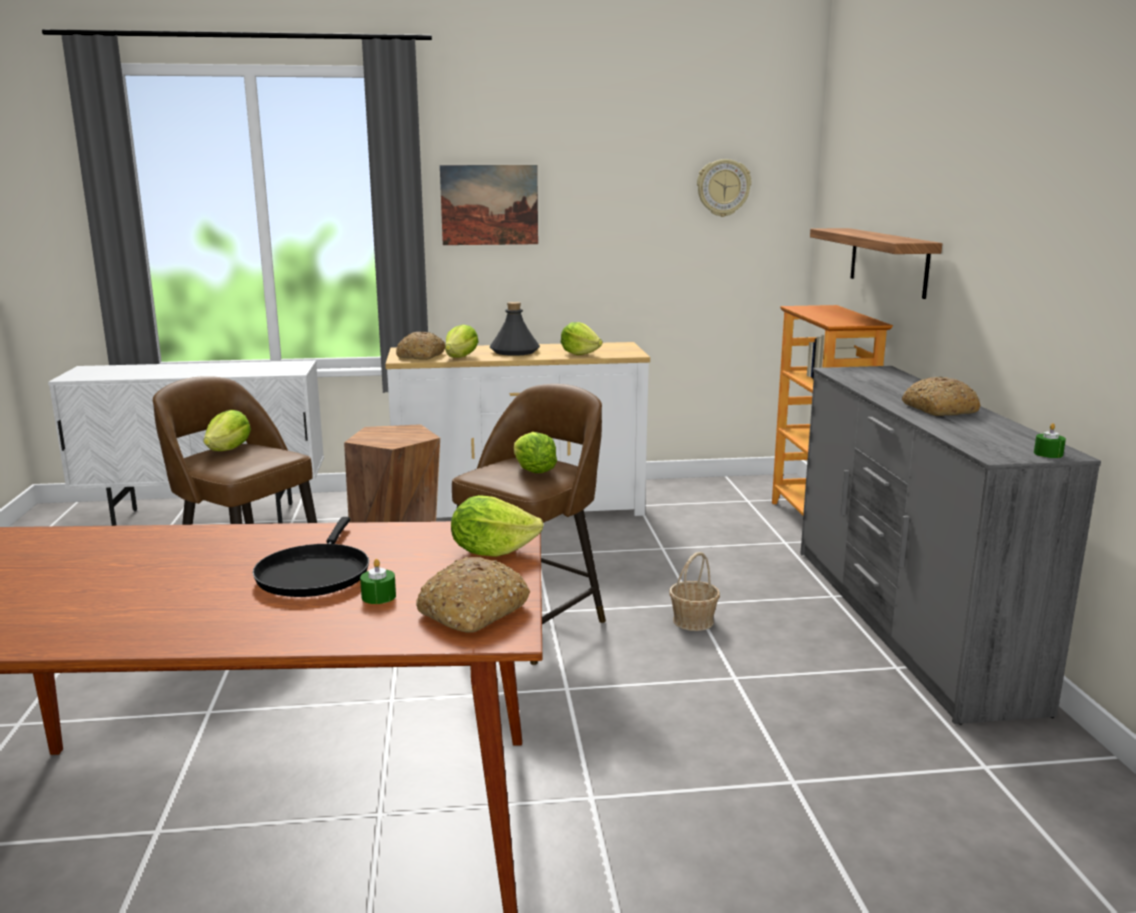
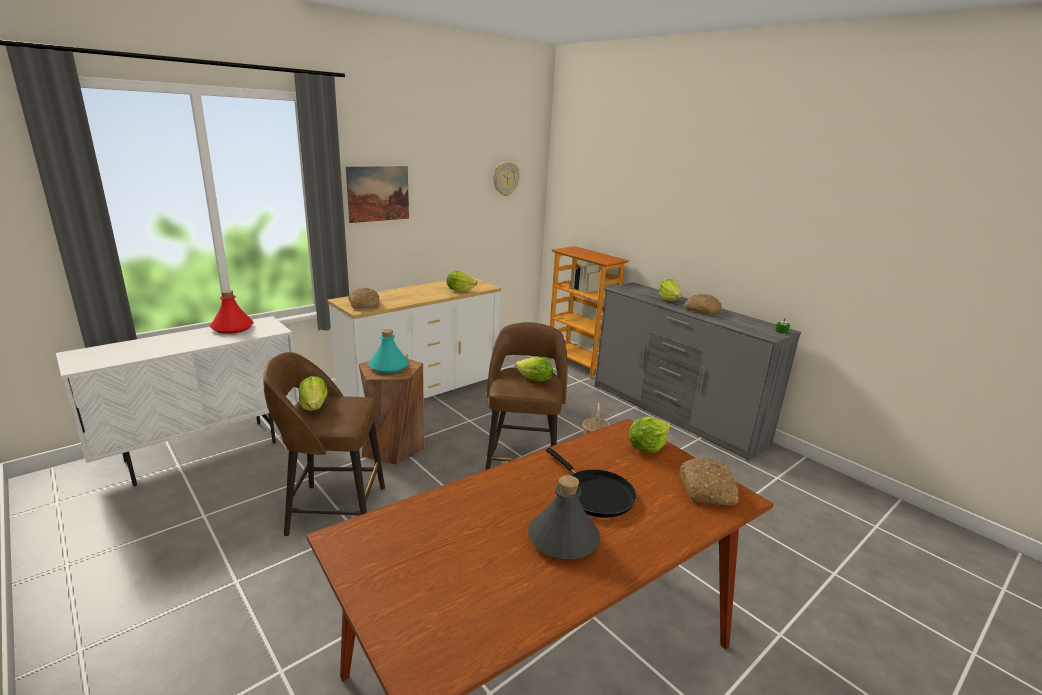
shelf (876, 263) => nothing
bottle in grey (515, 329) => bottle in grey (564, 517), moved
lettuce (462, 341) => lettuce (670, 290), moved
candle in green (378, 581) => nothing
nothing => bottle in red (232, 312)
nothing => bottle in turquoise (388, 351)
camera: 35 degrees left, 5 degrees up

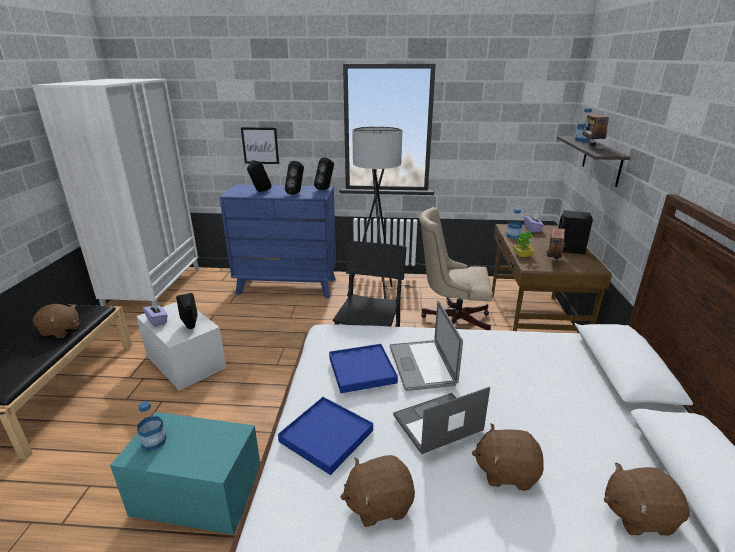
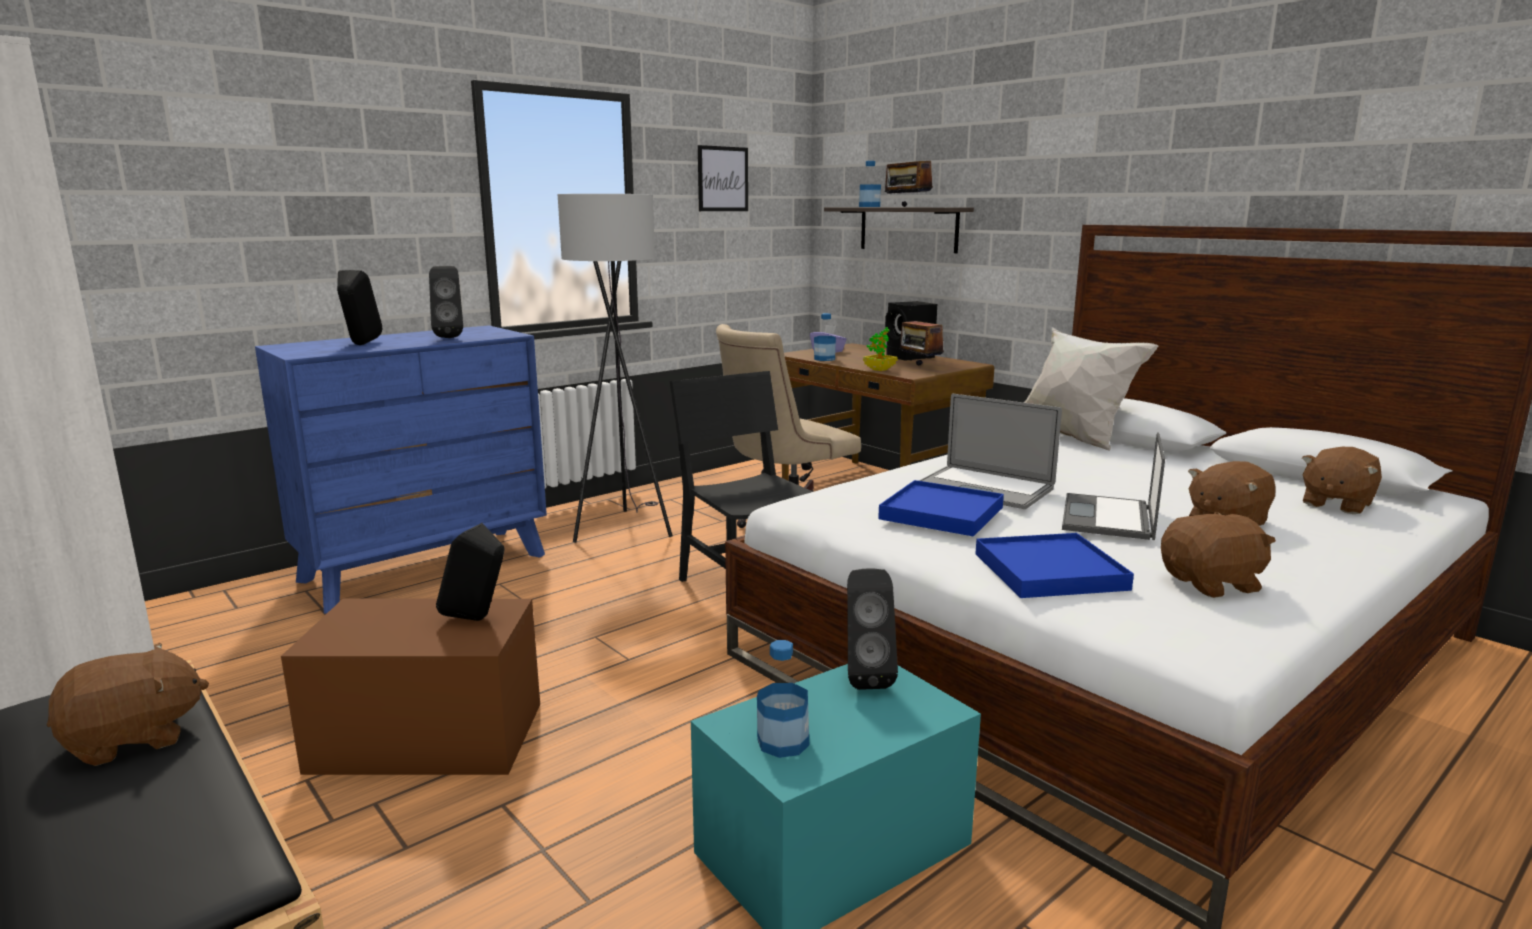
picture (260, 145) => picture (723, 178), moved
speaker in black (324, 173) => speaker in black (872, 629), moved
storage box in white (181, 346) => storage box in brown (410, 687)
tissue box in purple (155, 315) => nothing
plush toy in brown (377, 491) => plush toy in brown (1218, 554), 135 degrees counterclockwise
nothing => pillow in white (1091, 389)
camera: 45 degrees left, 10 degrees down

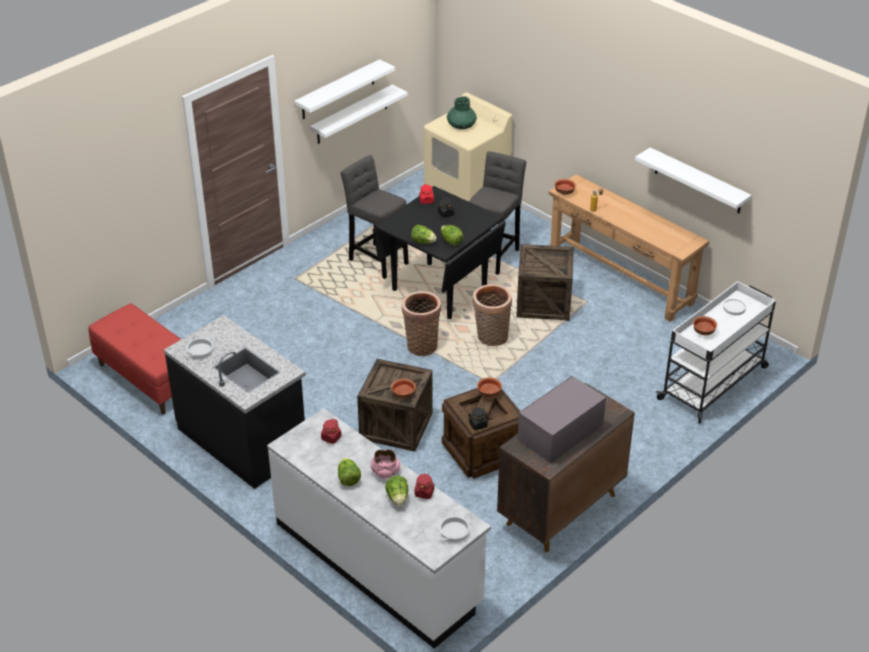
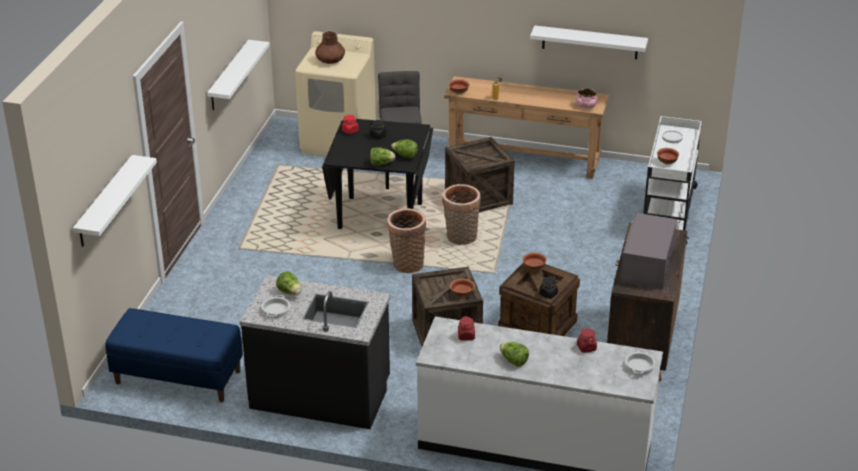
shelf in white (344, 89) => shelf in white (115, 201), moved
vase in green (462, 112) => vase in brown (330, 47)
stool in grey (375, 217) => nothing
bench in red (134, 359) => bench in blue (174, 355)
bowl in pink (385, 463) => bowl in pink (587, 98), moved
lettuce (397, 491) => lettuce (288, 283), moved
camera: 30 degrees left, 5 degrees down

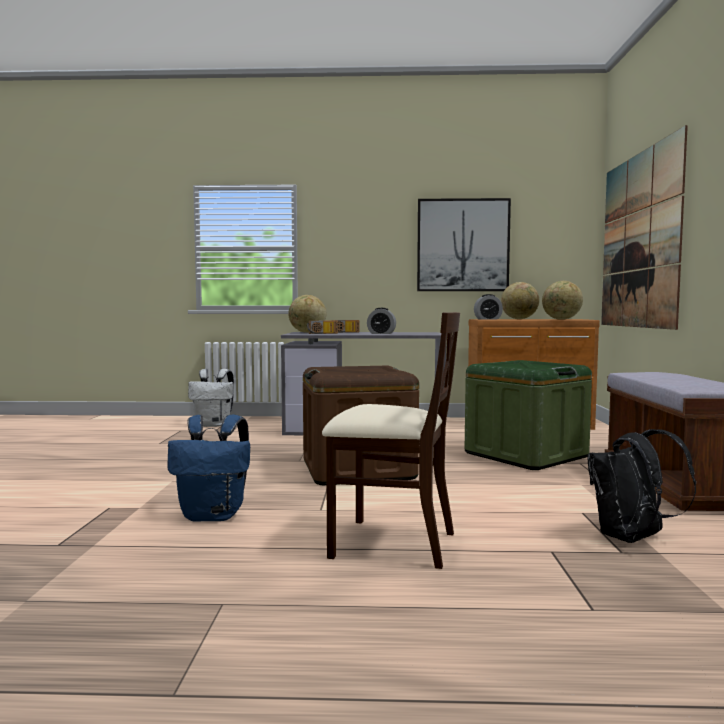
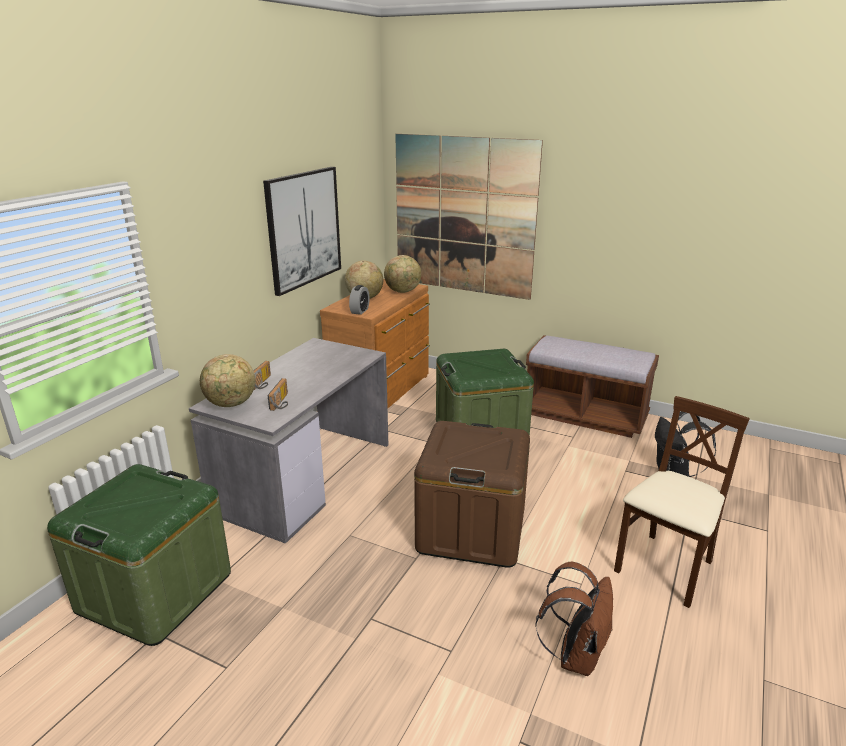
alarm clock (381, 321) => nothing
backpack in white (211, 398) => storage box in green (139, 555)
backpack in blue (209, 468) => backpack in brown (574, 619)
camera: 65 degrees left, 20 degrees up

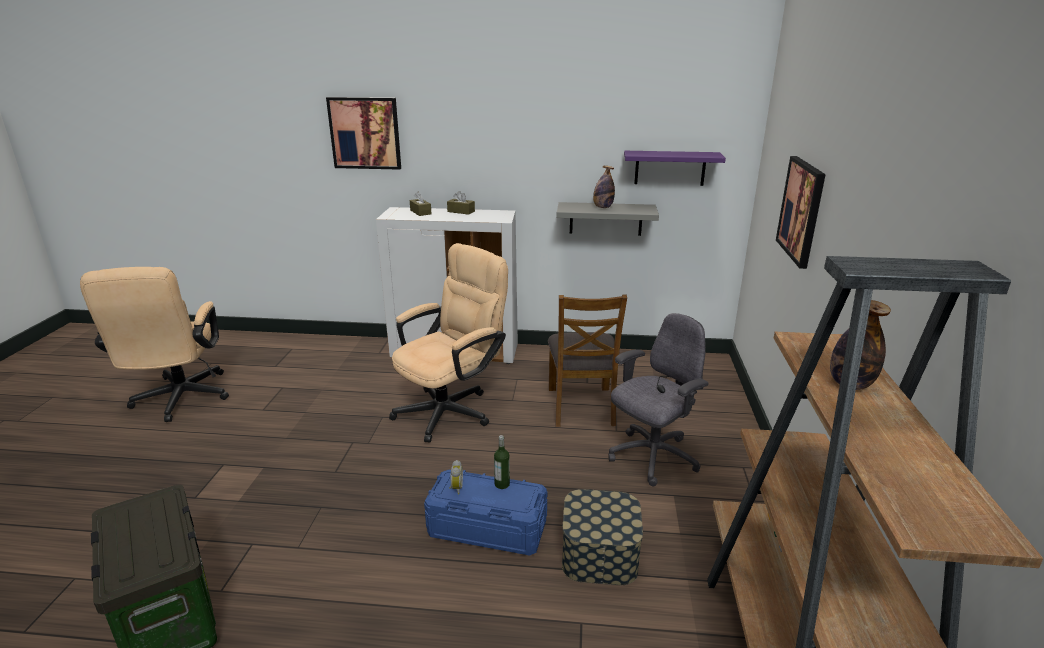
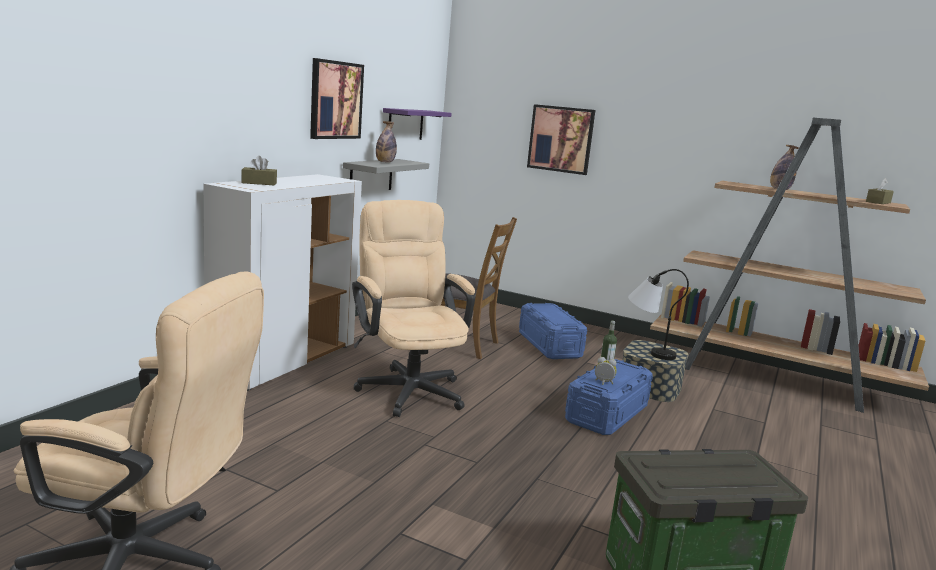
picture (363, 133) => picture (337, 98), moved
tissue box in brown (461, 203) => tissue box in brown (880, 191), moved
office chair in grey (658, 399) => storage box in blue (553, 331)
nothing => table lamp (658, 314)
camera: 70 degrees left, 10 degrees down

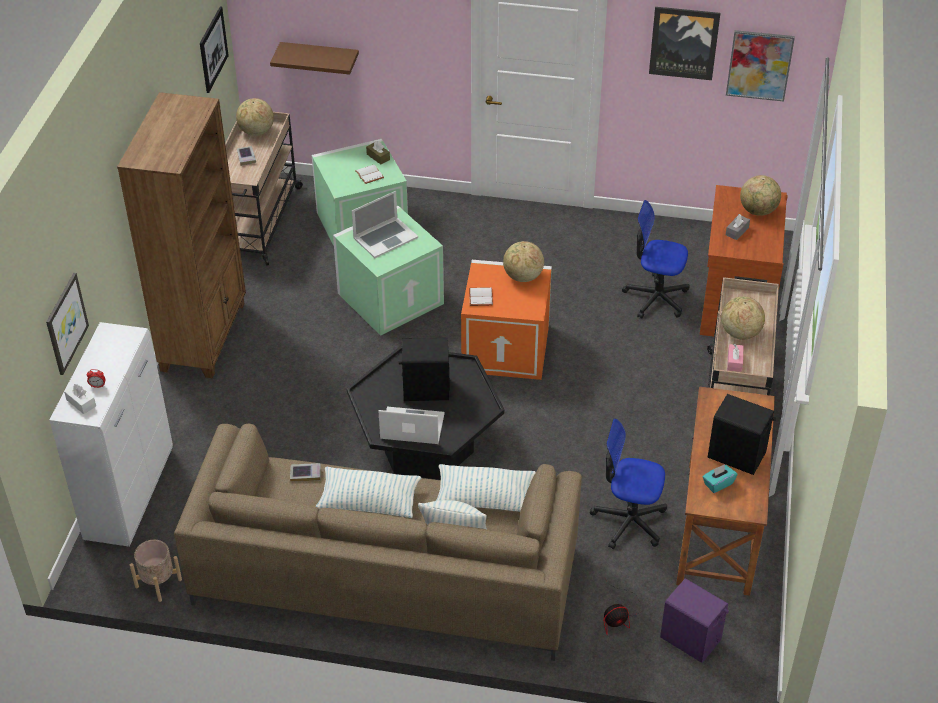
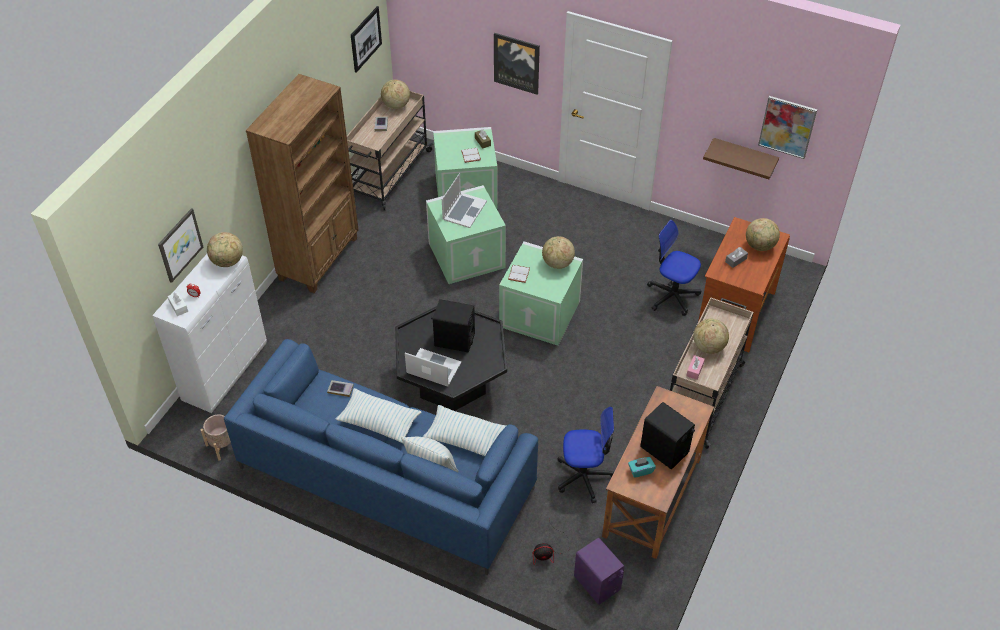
picture (684, 43) => picture (517, 64), moved
shelf in brown (314, 58) => shelf in brown (741, 158), moved
laptop (385, 224) => laptop (464, 200), 45 degrees counterclockwise
storage box in orange (506, 320) => storage box in green (541, 294)
office chair (628, 483) => office chair (586, 455), 150 degrees clockwise
sofa in brown (378, 542) => sofa in blue (381, 457)
nothing => globe (225, 249)
camera: 15 degrees right, 5 degrees up

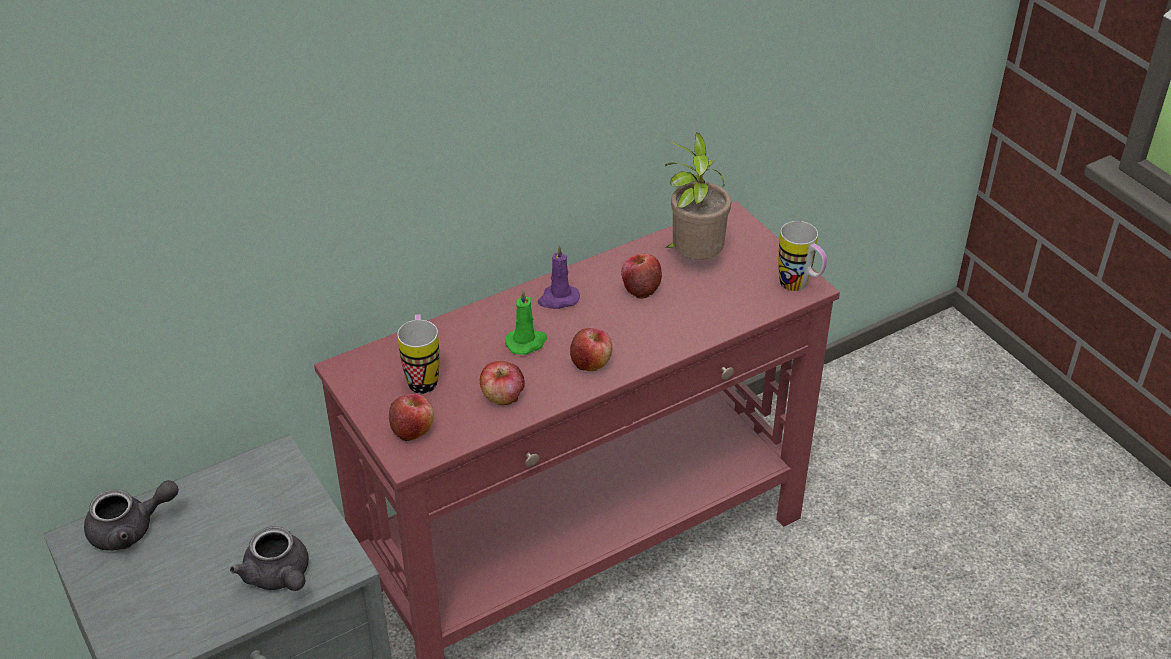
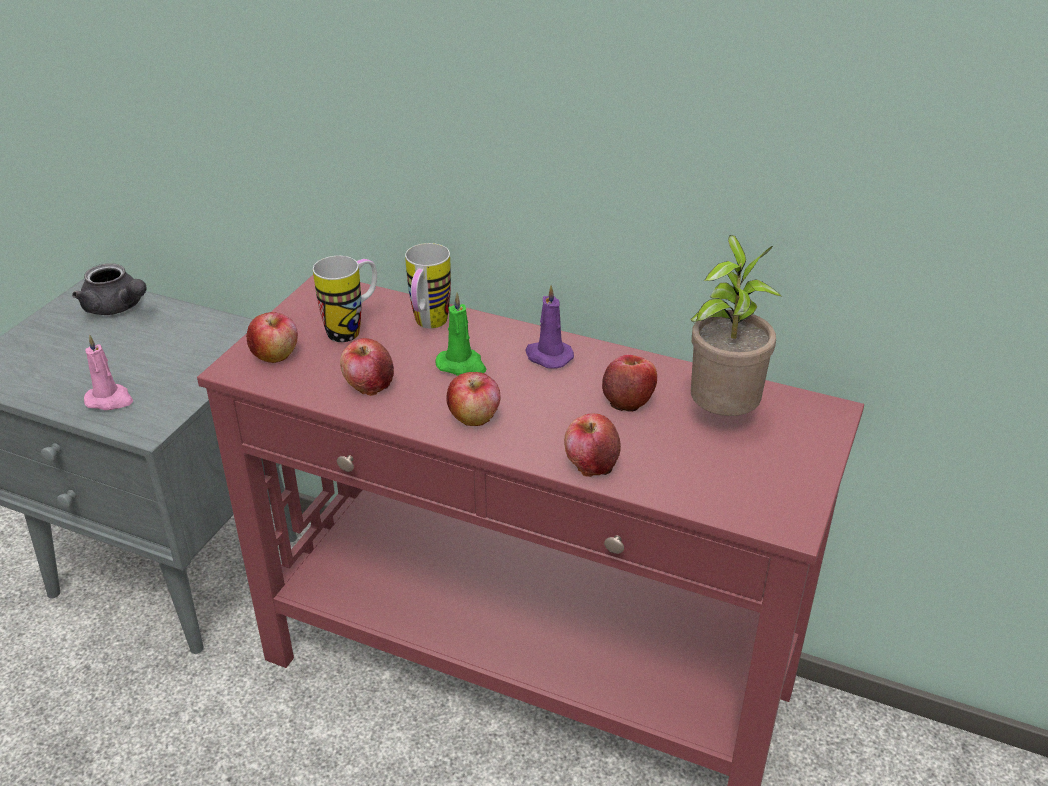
mug (802, 256) => mug (428, 286), moved
teapot in grey (269, 558) => candle in pink (108, 372)
nothing => apple (592, 445)
camera: 55 degrees right, 5 degrees down

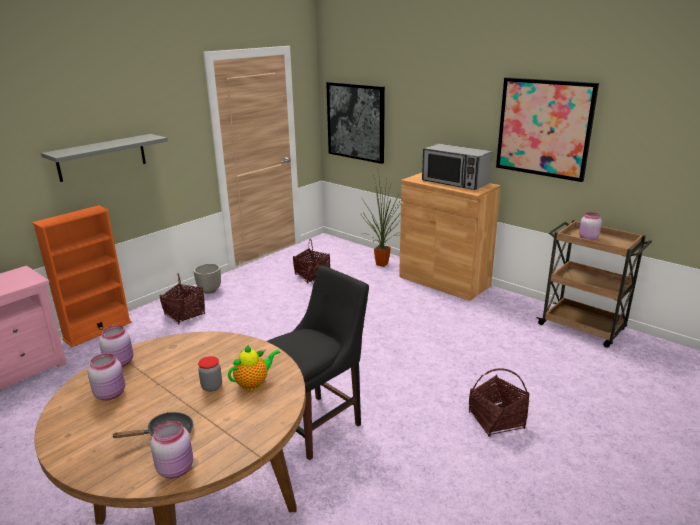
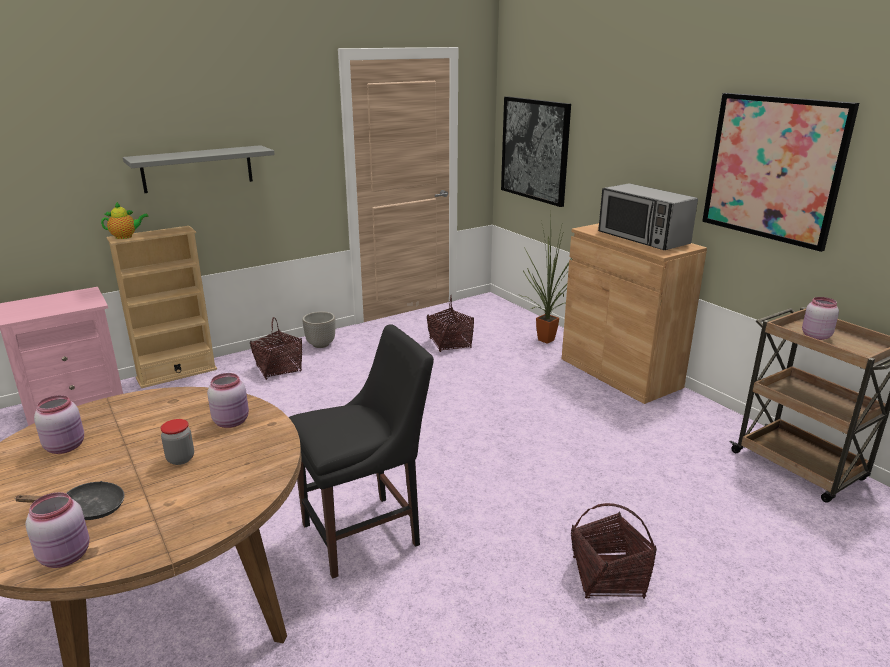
bookcase in orange (82, 276) => bookcase in beige (161, 307)
jar in pink (116, 346) => jar in pink (228, 400), moved
teapot (254, 367) => teapot (125, 220), moved
camera: 15 degrees right, 0 degrees up

